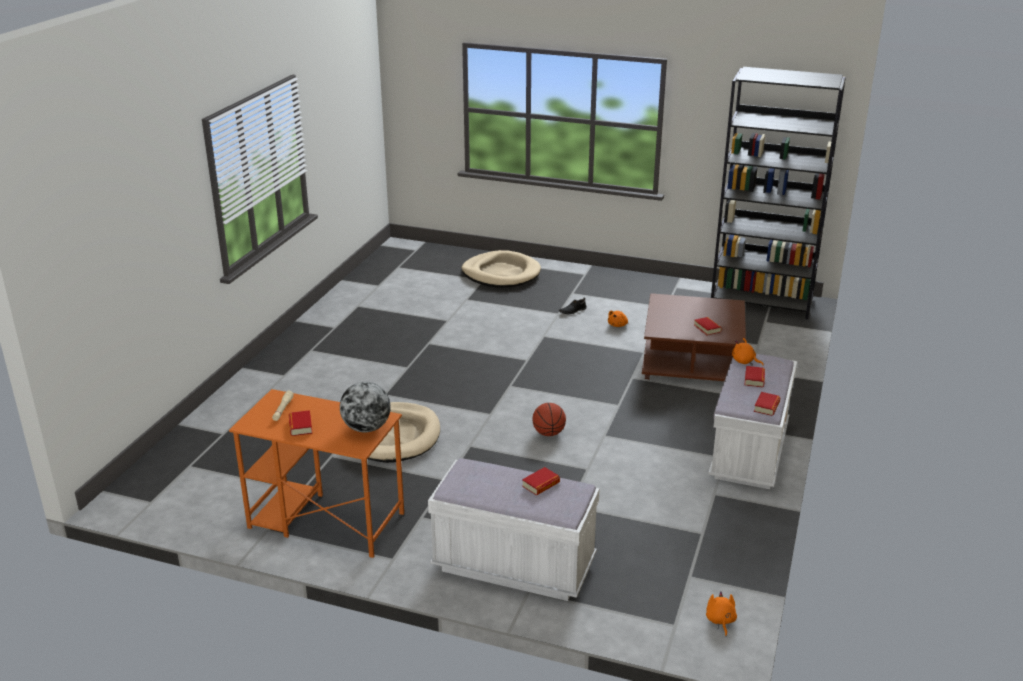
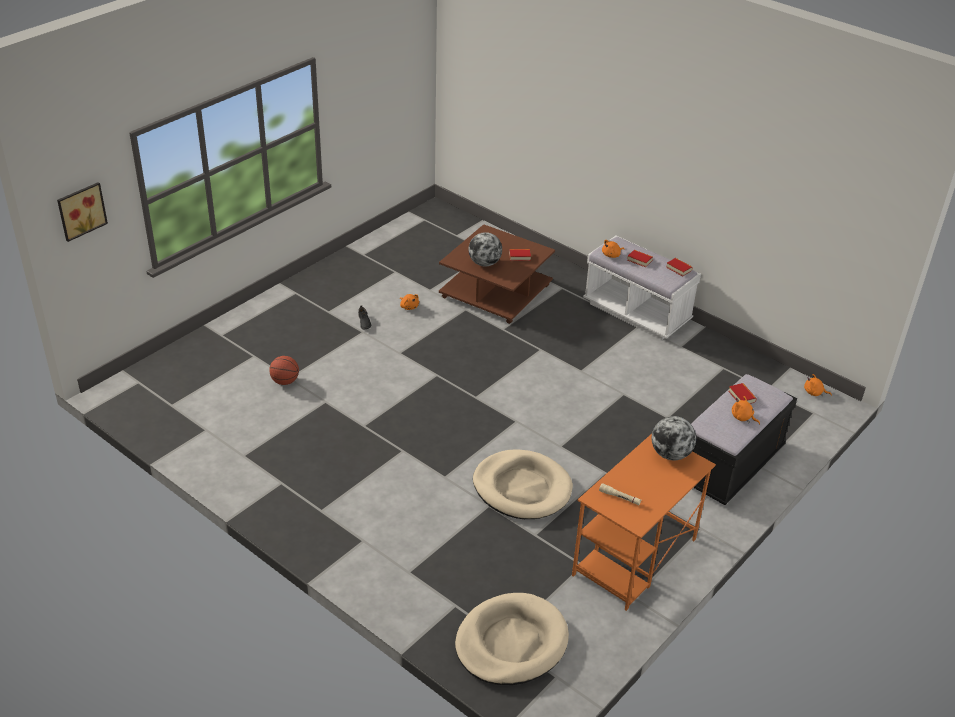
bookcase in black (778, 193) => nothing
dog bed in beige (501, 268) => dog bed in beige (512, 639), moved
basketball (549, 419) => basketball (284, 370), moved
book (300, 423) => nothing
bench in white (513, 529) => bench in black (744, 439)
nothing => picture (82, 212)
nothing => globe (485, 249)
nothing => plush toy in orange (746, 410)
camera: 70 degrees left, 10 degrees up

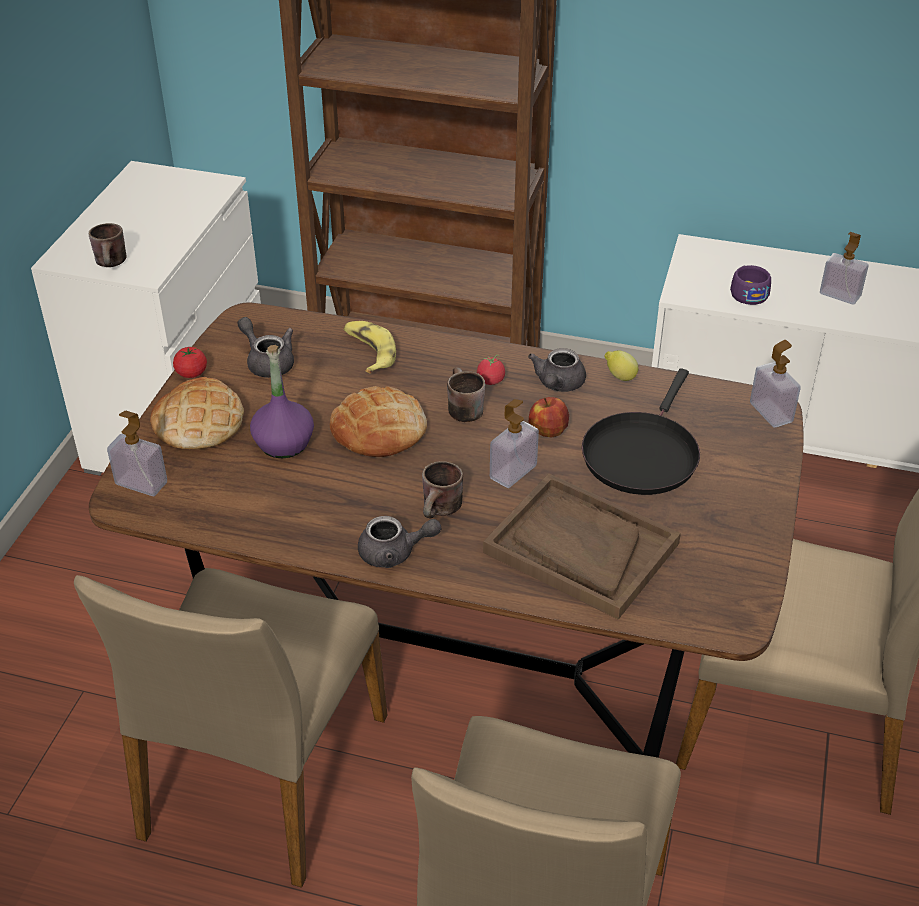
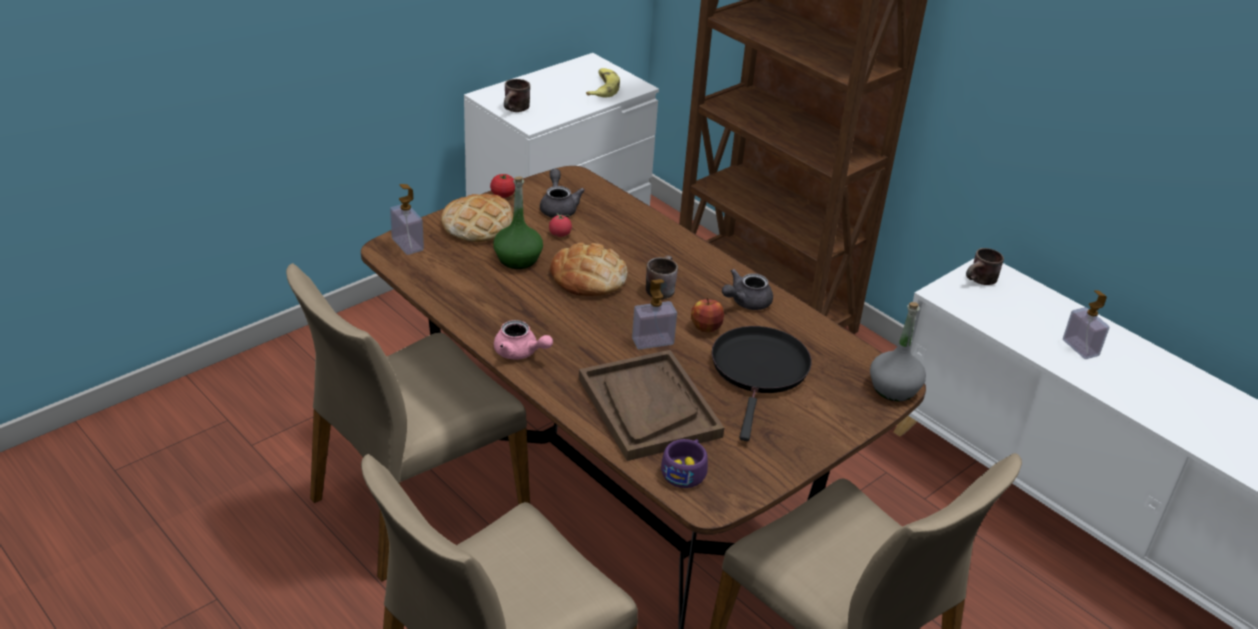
cup in purple (750, 285) => cup in purple (684, 463), moved
banana (369, 347) => banana (603, 82), moved
soap dispenser (775, 383) => bottle in grey (898, 351)
bottle in purple (282, 401) => bottle in green (518, 222)
lemon (621, 366) => nothing
tomato (491, 369) => tomato (560, 225), moved
frying pan in black (641, 431) => frying pan in black (762, 383), 135 degrees clockwise
mug in brown (442, 490) => mug in brown (985, 266), moved
teapot in grey (399, 542) => teapot in pink (523, 340)
camera: 30 degrees right, 5 degrees down

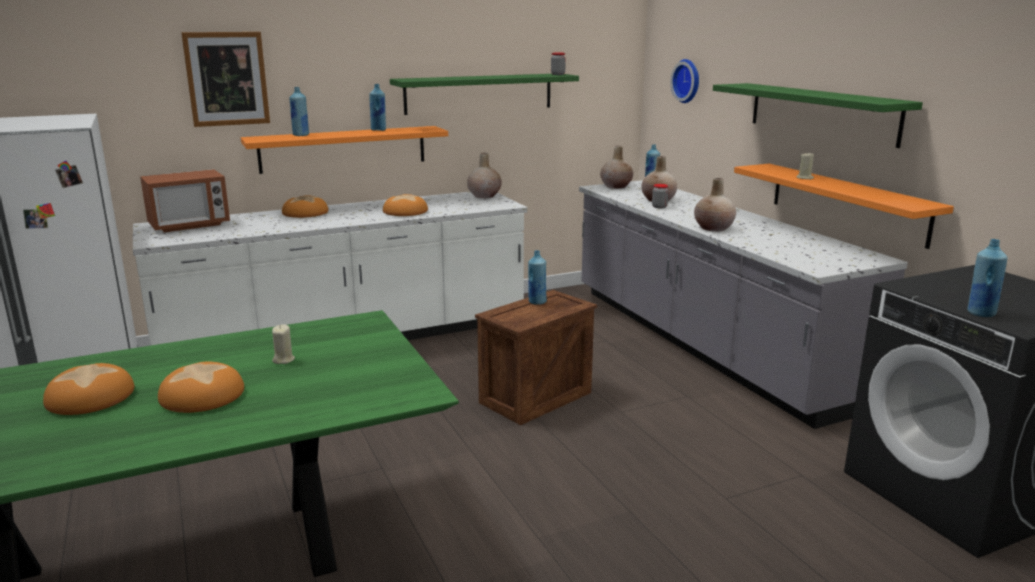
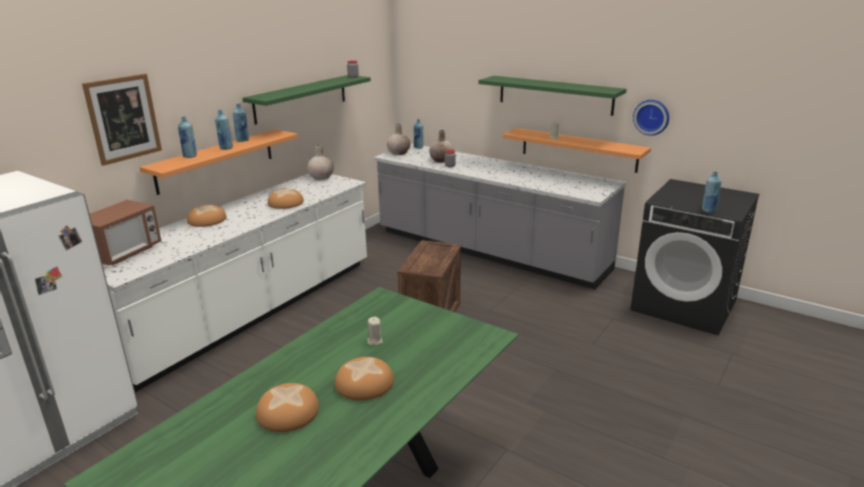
wall clock (684, 81) => wall clock (651, 118), moved
vase in beige (715, 204) => nothing
bottle in blue (537, 277) => bottle in blue (224, 130), moved
camera: 30 degrees left, 5 degrees up

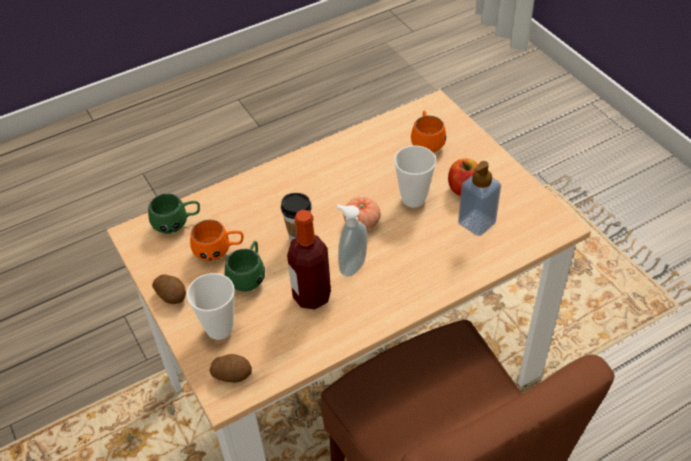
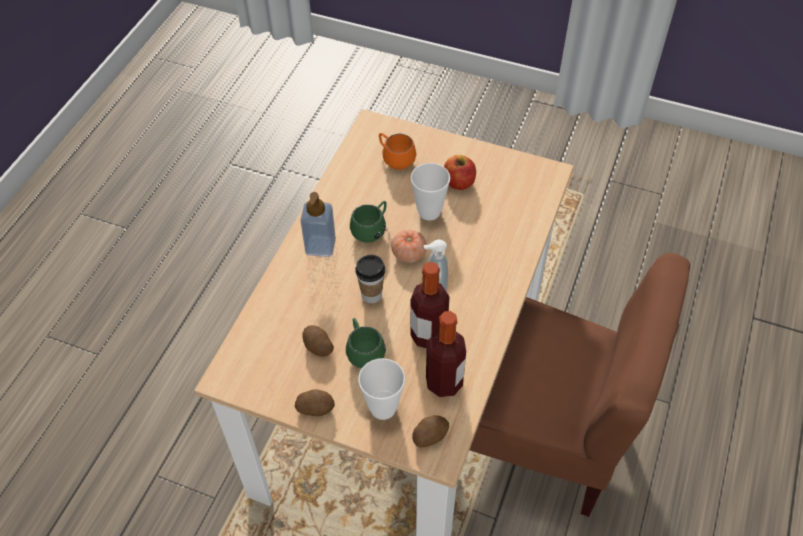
soap dispenser (479, 198) => soap dispenser (318, 224), moved
mug in green (174, 213) => mug in green (368, 222), moved
mug in orange (216, 240) => potato (318, 341)
nothing => bottle (446, 354)
camera: 40 degrees left, 5 degrees up

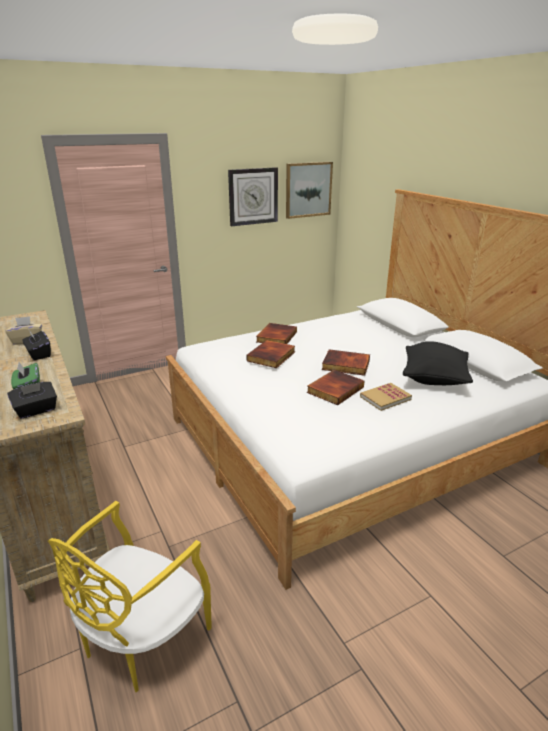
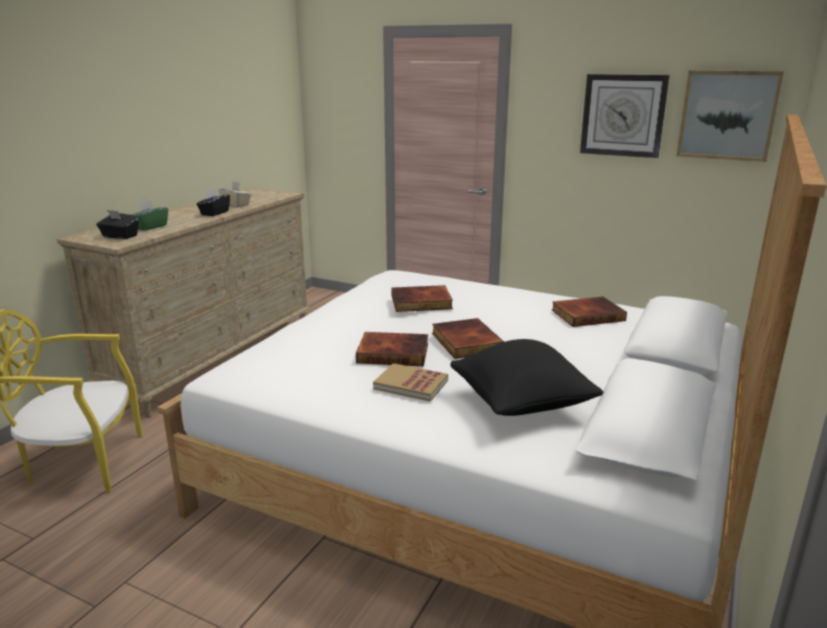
book (276, 333) => book (589, 311), moved
camera: 55 degrees right, 5 degrees down

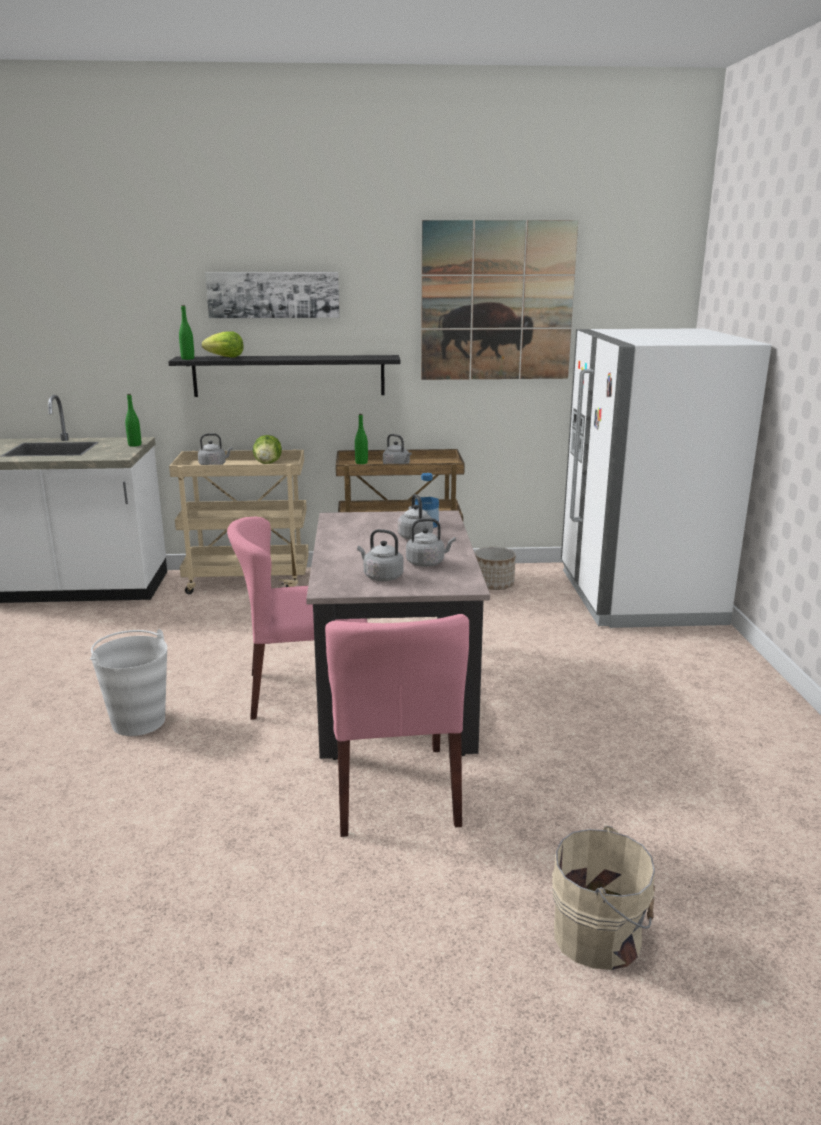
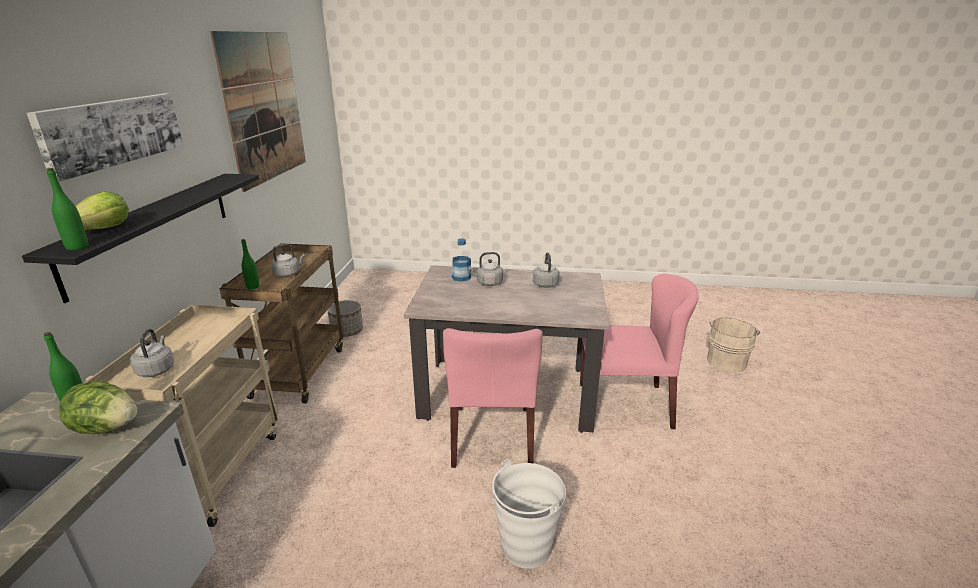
fridge in white (666, 478) => nothing
lettuce (267, 449) => lettuce (97, 408), moved
kettle in grey (380, 555) => nothing
camera: 80 degrees left, 5 degrees up

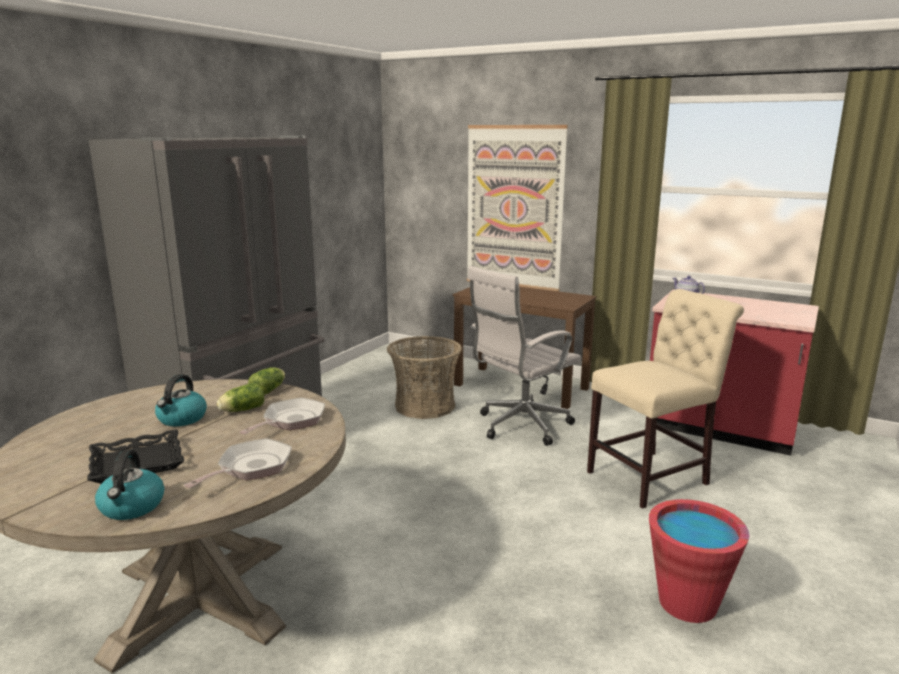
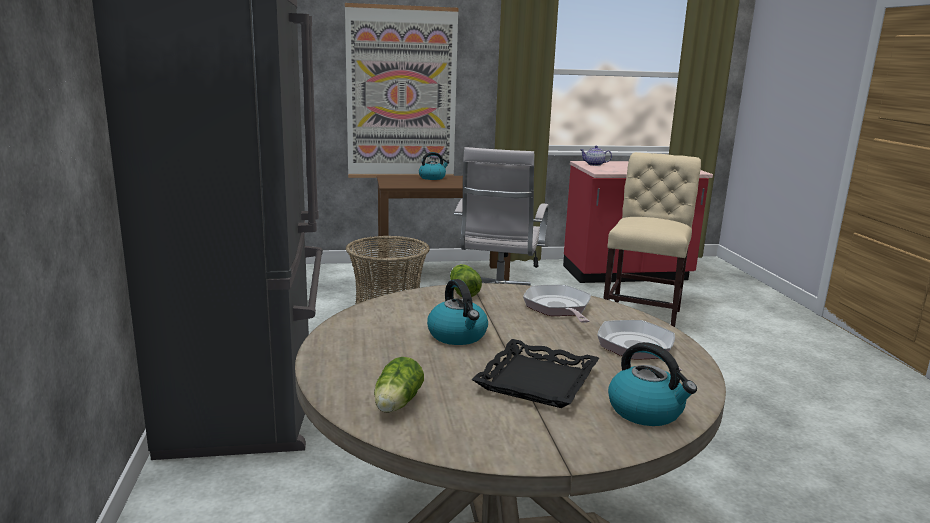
lettuce (240, 397) => lettuce (399, 385), moved
bucket in red (699, 561) => nothing
nothing => kettle (434, 166)
camera: 40 degrees left, 0 degrees up

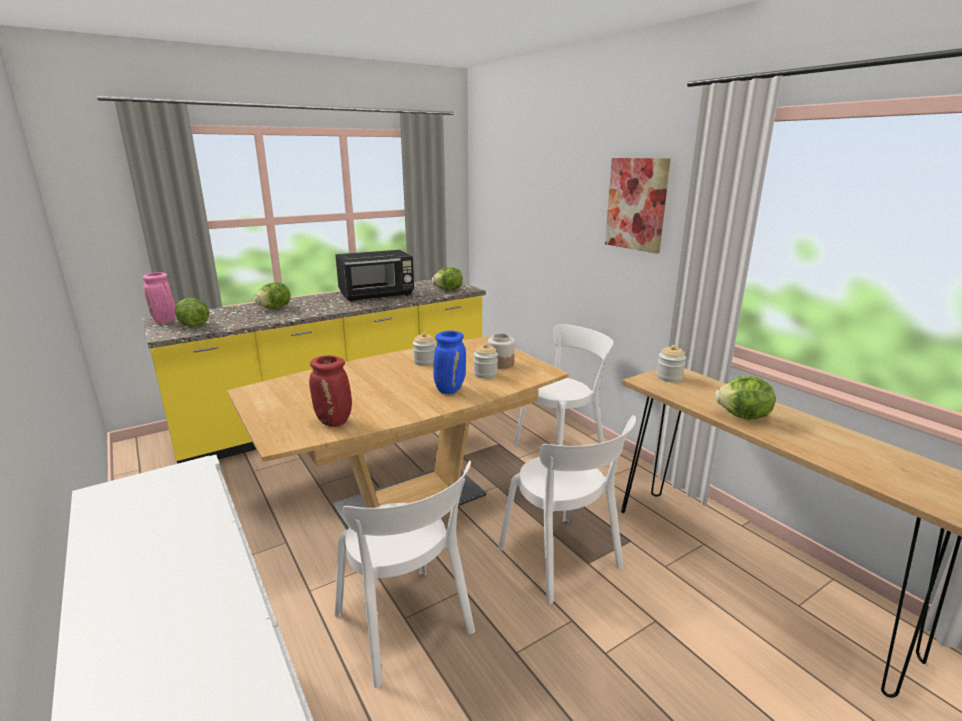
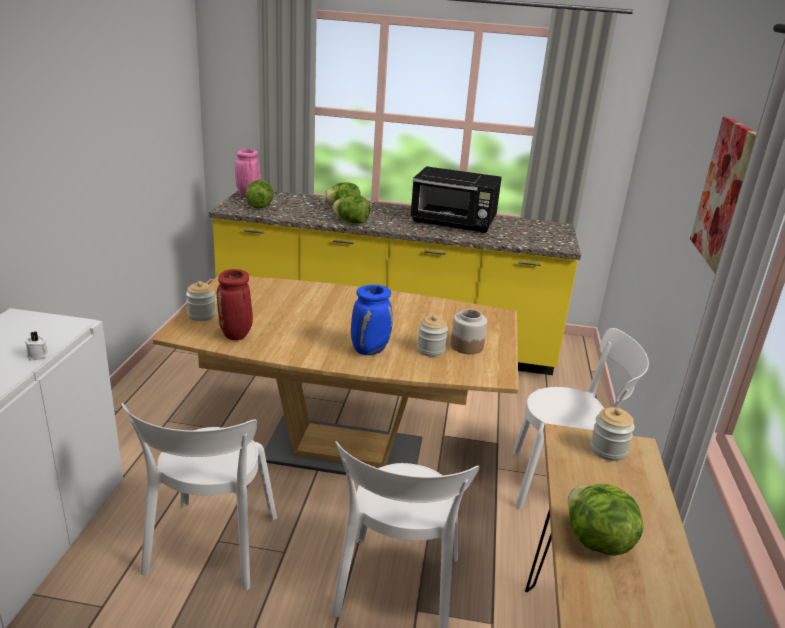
lettuce (447, 279) => lettuce (351, 209), moved
jar (424, 349) => jar (201, 301), moved
nothing => candle in white (37, 346)
camera: 40 degrees right, 5 degrees up

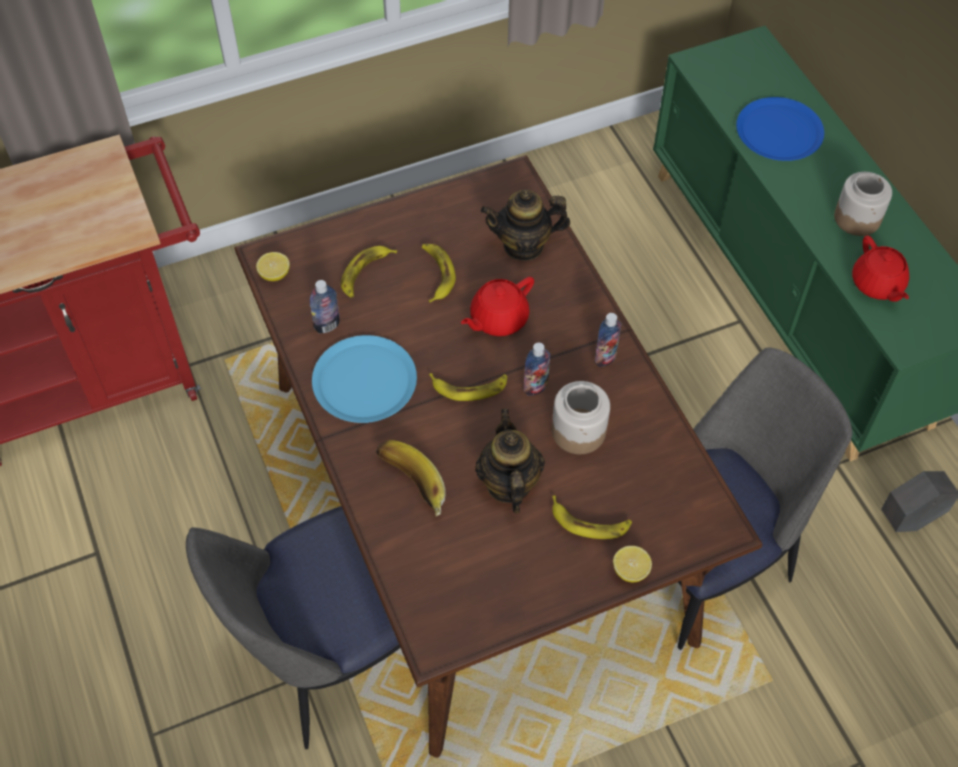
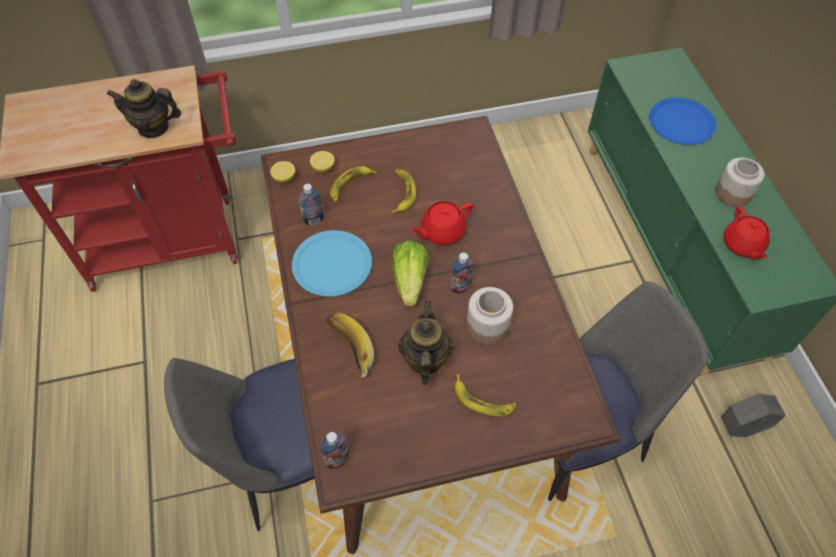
teapot (525, 225) => teapot (144, 108), moved
bottle (607, 340) => bottle (335, 450), moved
banana (468, 387) => lettuce (410, 273)
lemon (632, 564) => lemon (322, 161), moved
camera: 10 degrees right, 0 degrees up

